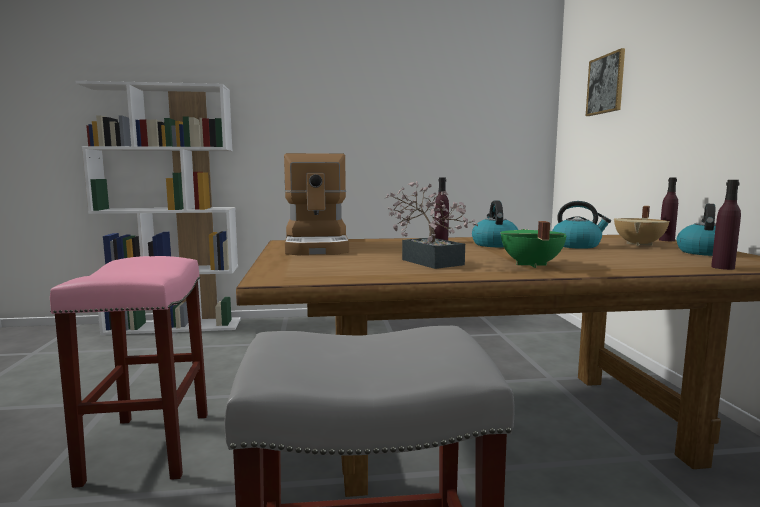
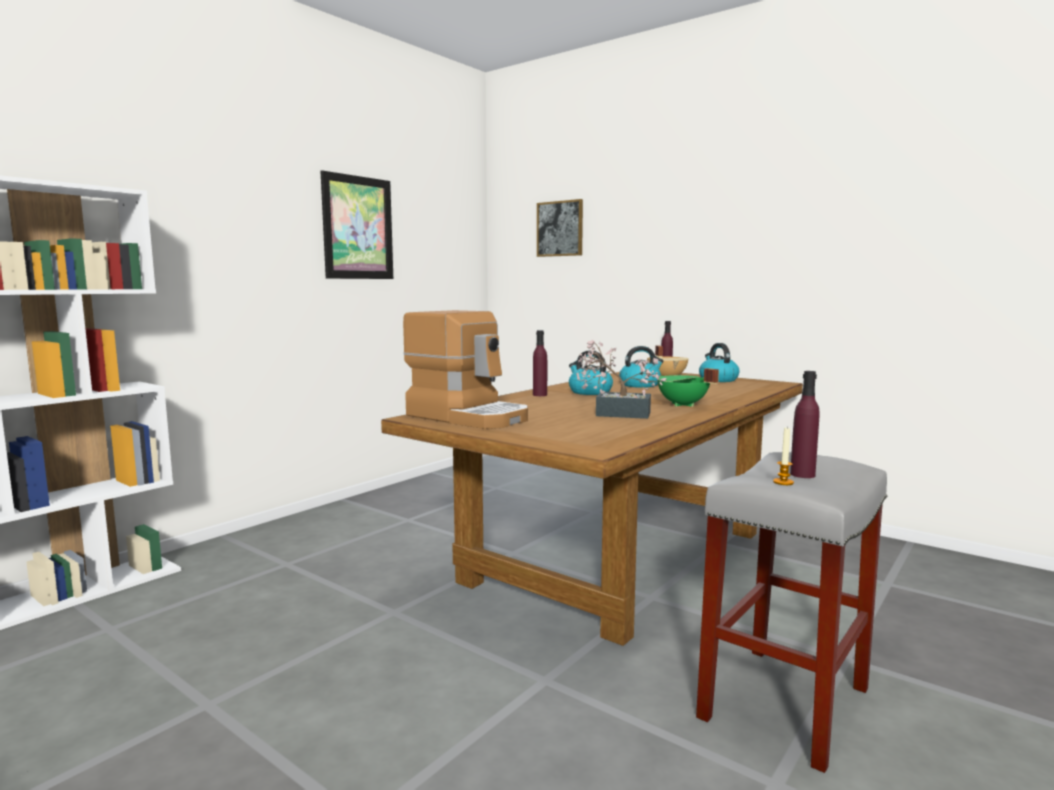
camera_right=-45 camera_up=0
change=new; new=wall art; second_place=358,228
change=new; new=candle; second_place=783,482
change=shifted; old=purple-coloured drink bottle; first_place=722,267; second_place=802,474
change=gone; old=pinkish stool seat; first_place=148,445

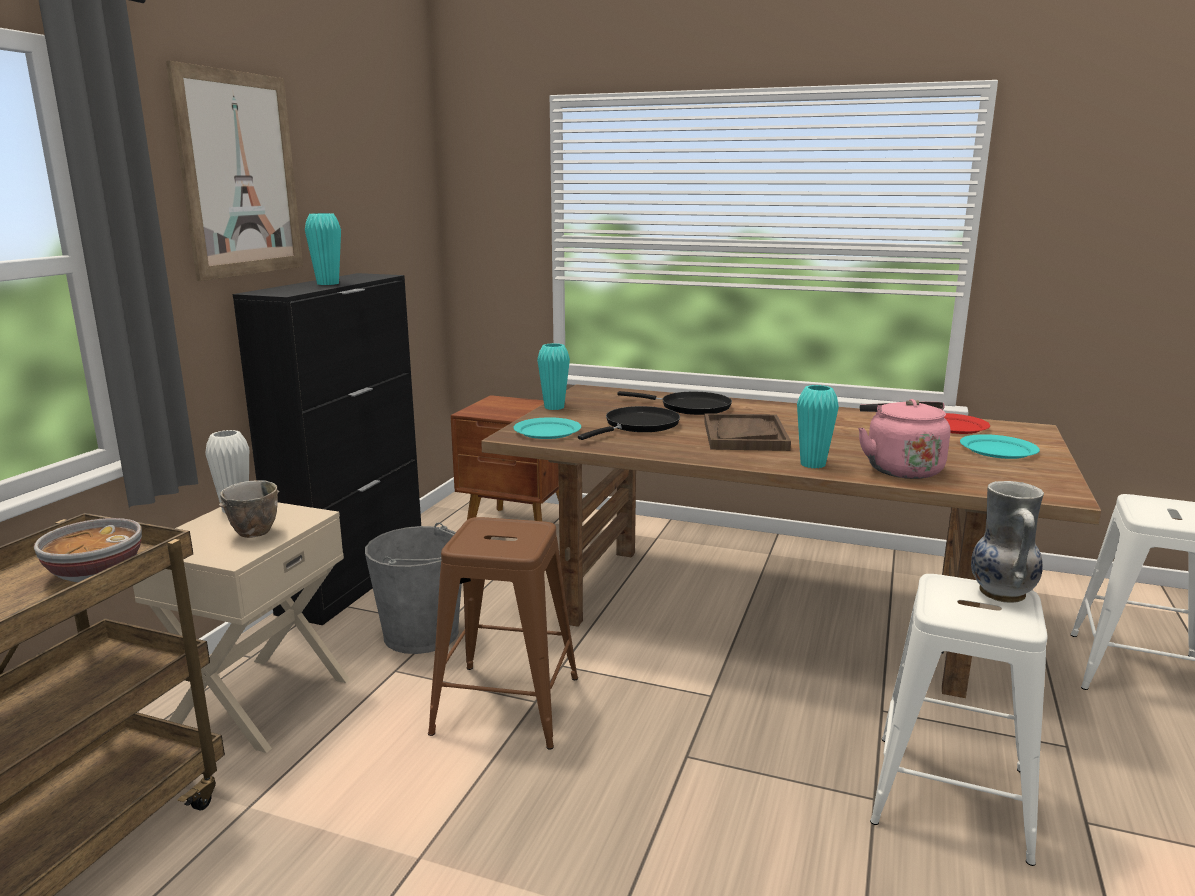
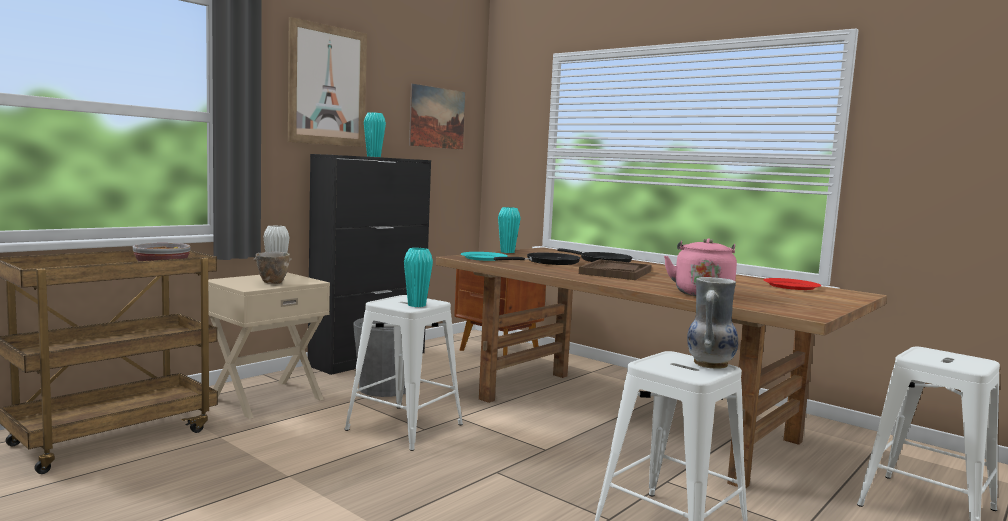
camera_right=20 camera_up=-10
change=repainted; old=brown-coloured stool seat; new=white-coloured stool seat; first_place=507,705; second_place=405,427
change=shifted; old=turquoise decorative vase; first_place=812,464; second_place=416,305
change=new; new=wall art; second_place=437,118
change=gone; old=turquoise flat dish; first_place=997,450

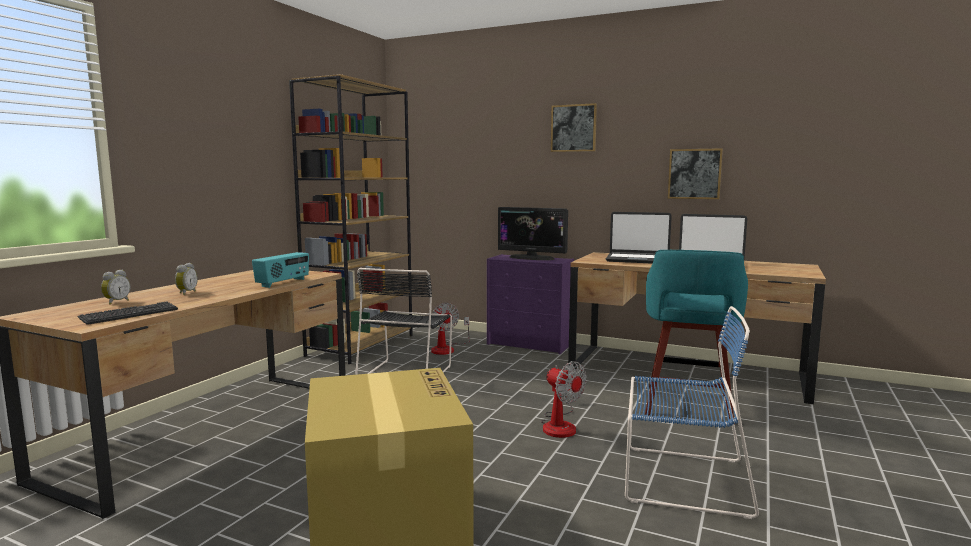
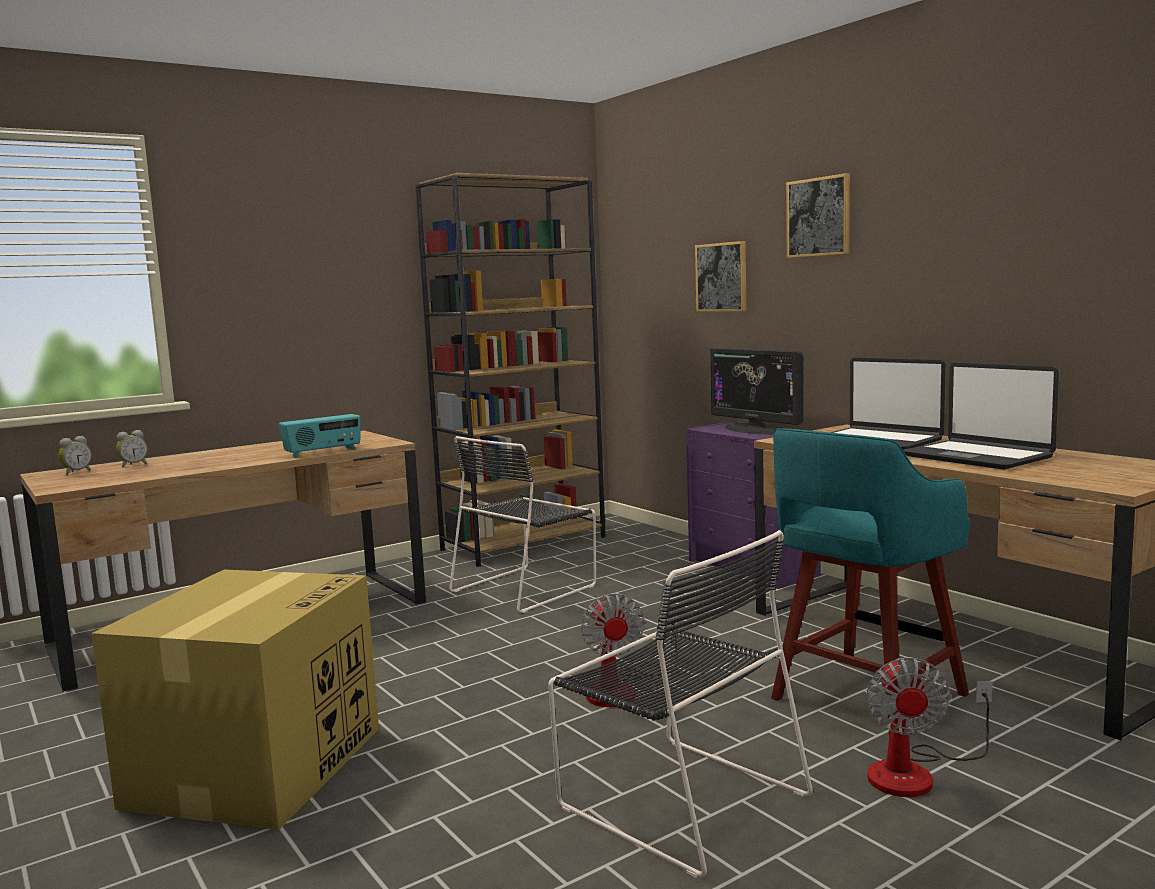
camera_right=30 camera_up=0
change=shifted; old=table clock; first_place=186,293; second_place=76,472
change=repainted; old=blue-coloured chair; new=black-coloured chair; first_place=680,479; second_place=677,798
change=shifted; old=wall art; first_place=694,174; second_place=721,277
change=shifted; old=fan; first_place=447,348; second_place=916,772
change=gone; old=PC keyboard; first_place=130,315

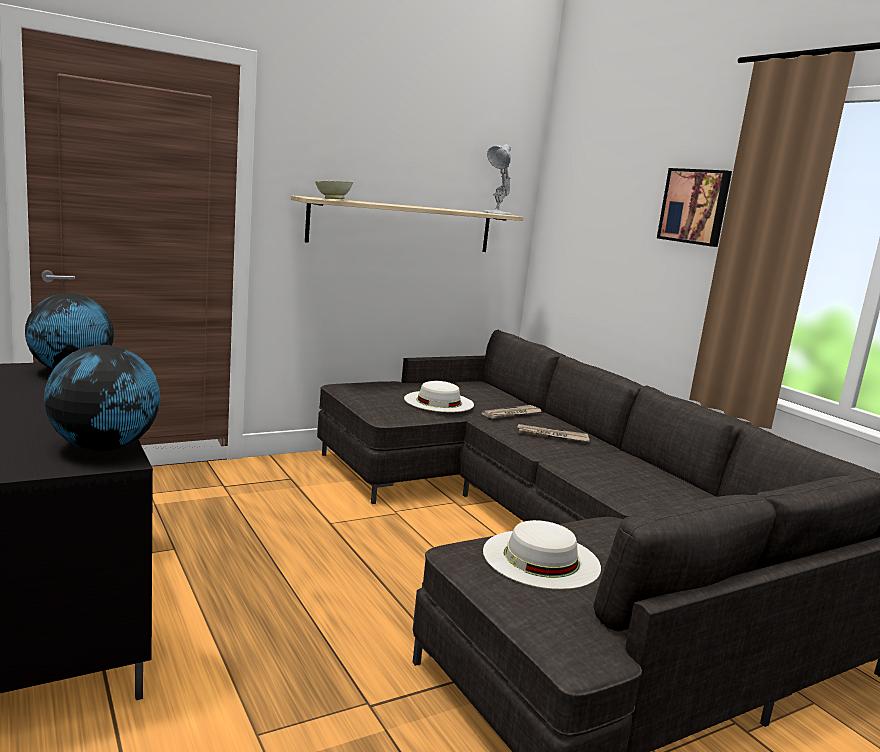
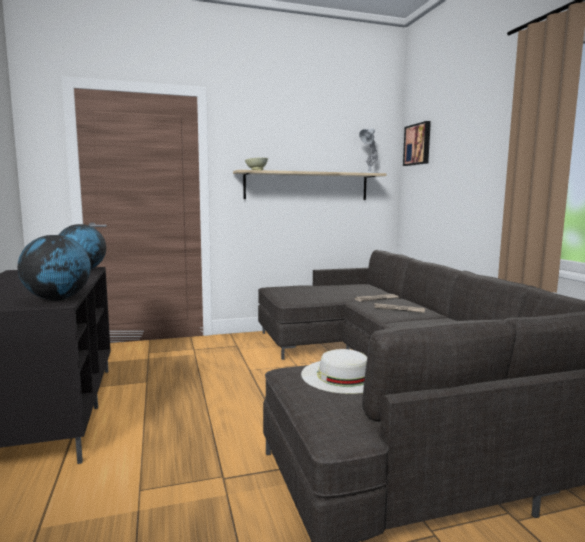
camera_right=15 camera_up=-5
change=shifted; old=wall art; first_place=695,206; second_place=418,144
change=gone; old=white-coloured hat; first_place=438,401

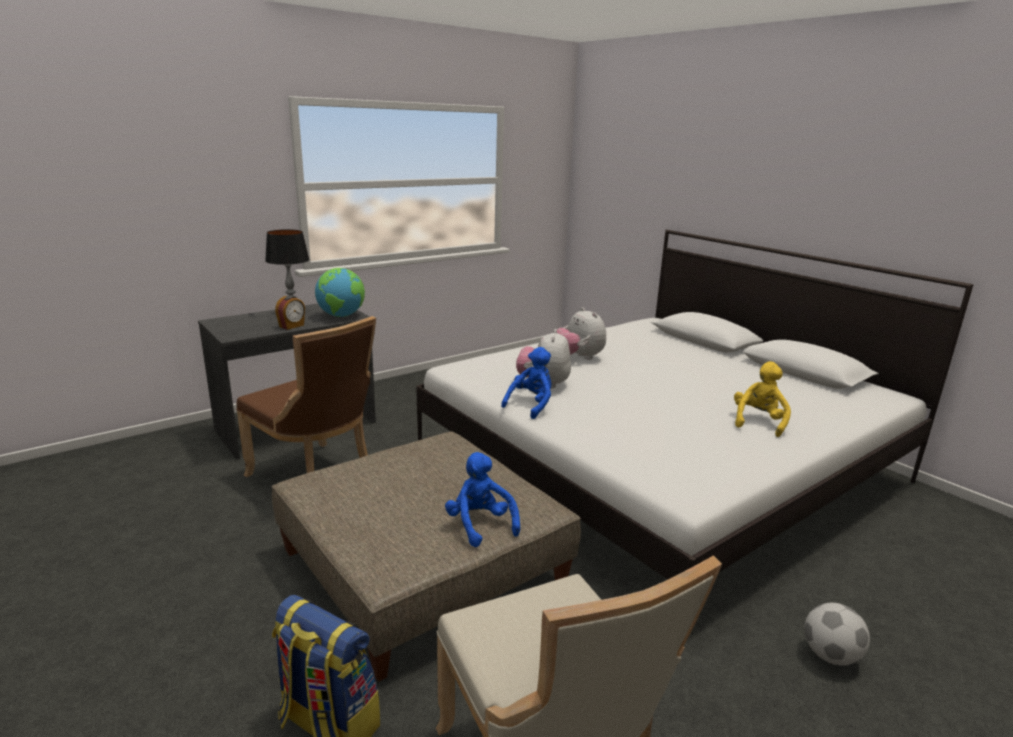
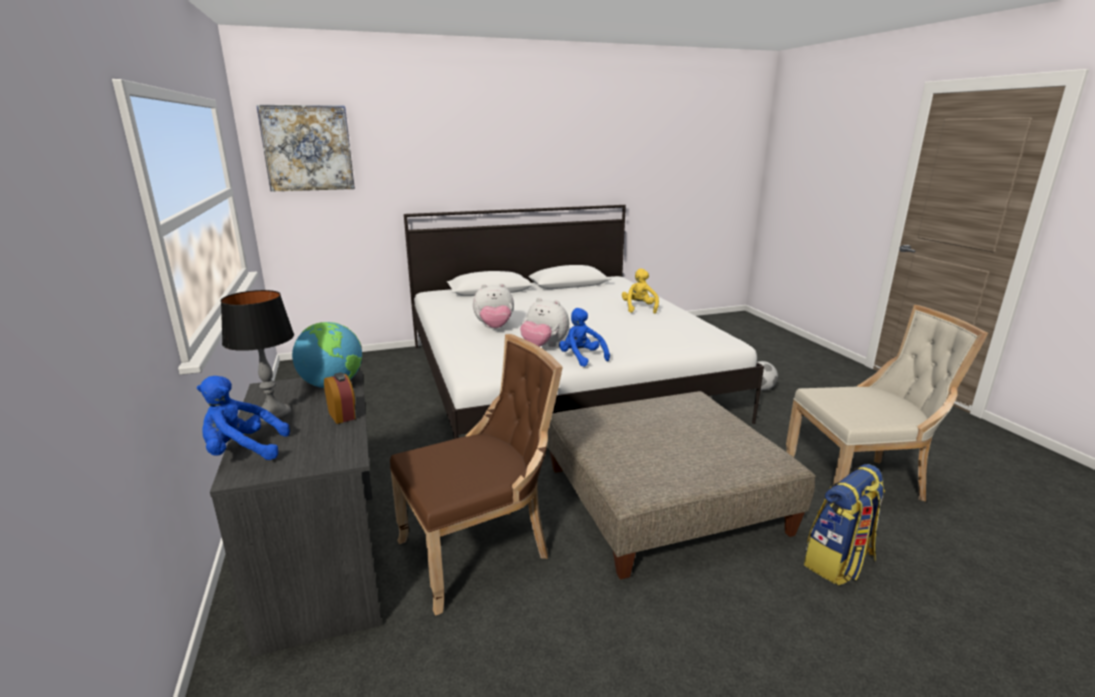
camera_right=-70 camera_up=0
change=shifted; old=blue-coloured cuddly toy; first_place=480,525; second_place=243,451
change=new; new=wall art; second_place=307,148
change=rotated; old=yellowish cuddly toy; first_place=758,422; second_place=639,308; degrees=45

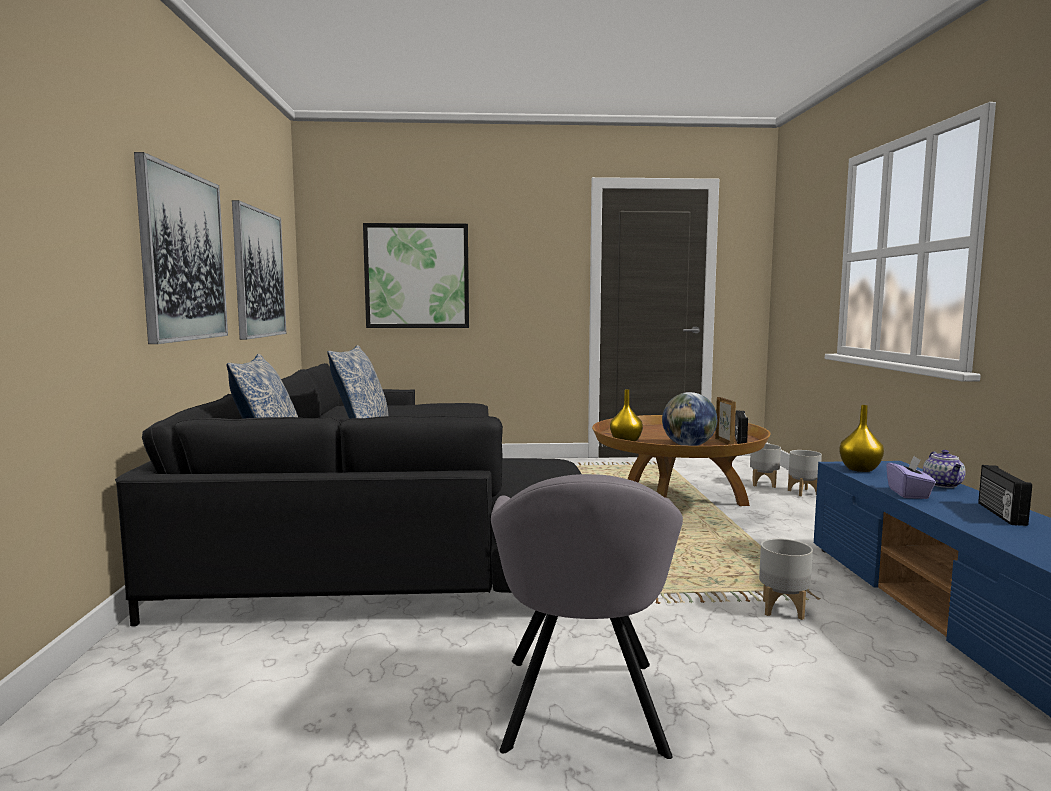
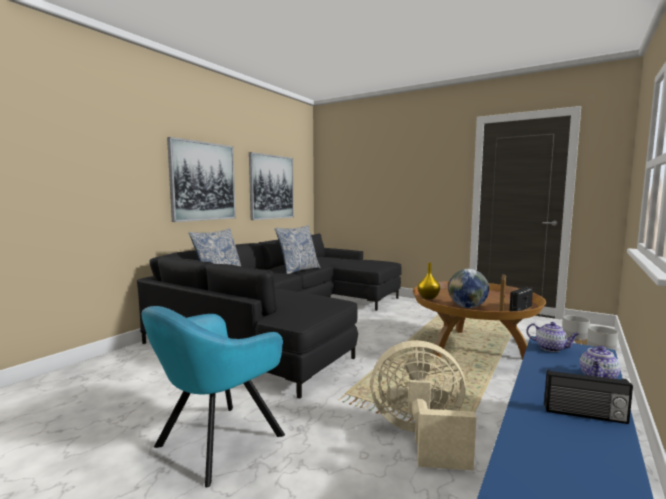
camera_right=35 camera_up=0
change=repainted; old=greyish easy chair; new=turquoise easy chair; first_place=582,709; second_place=216,443
change=swapped; old=greyish flower pot; new=sand-coloured fan; first_place=783,610; second_place=420,437
change=swapped; old=yellowish decorative vase; new=tea pot; first_place=860,469; second_place=551,348
change=rotated; old=radio receiver; first_place=999,513; second_place=584,415; degrees=-120
change=gone; old=wall art; first_place=417,276
change=gone; old=purple-coloured box of tissues; first_place=909,493

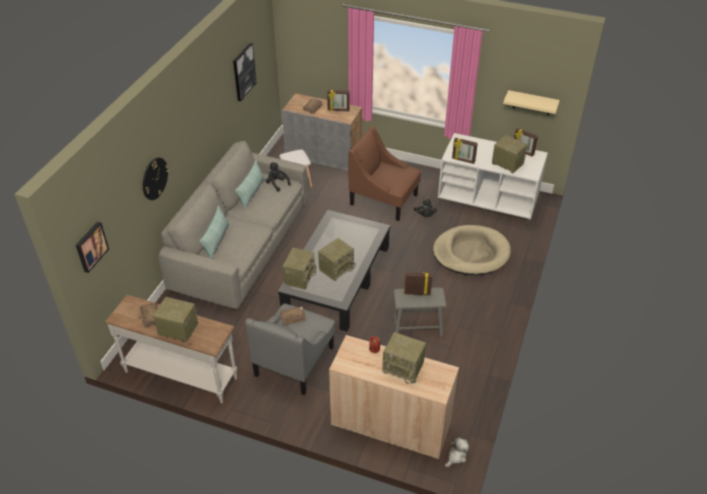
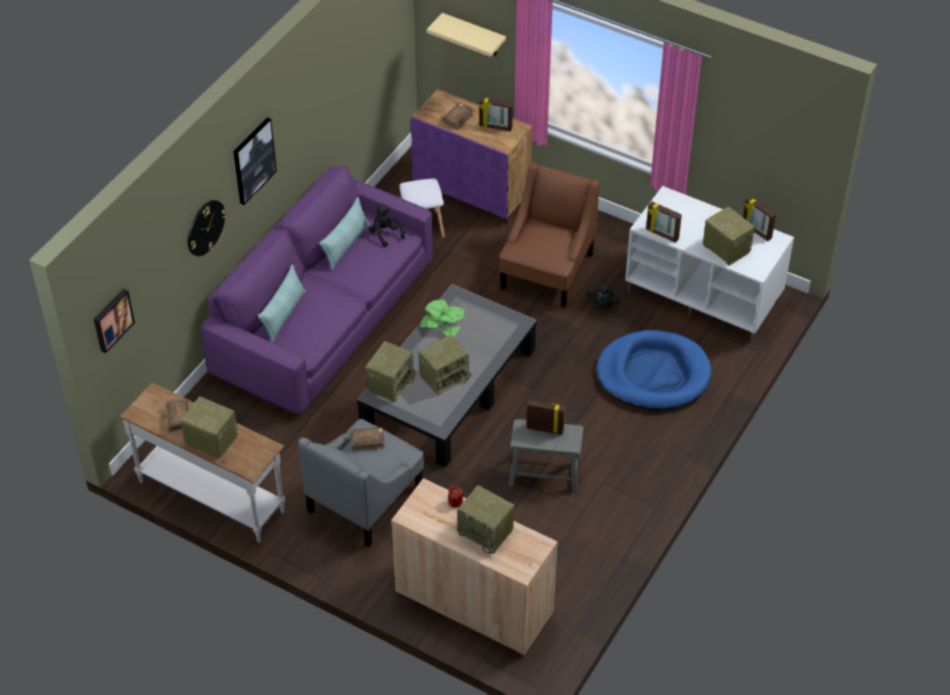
camera_right=10 camera_up=5
change=repainted; old=greyish couch; new=purple-coloured couch; first_place=241,245; second_place=323,317
change=shifted; old=wall art; first_place=243,72; second_place=253,160
change=repainted; old=greyish storage cabinet; new=purple-coloured storage cabinet; first_place=324,160; second_place=472,193
change=new; new=plant in a pot; second_place=443,322
change=shifted; old=sand-coloured bracket shelf; first_place=532,103; second_place=473,35
change=rotated; old=brown-coloured easy chair; first_place=384,199; second_place=547,271; degrees=75
change=repainted; old=sand-coloured pet bed; new=blue-coloured pet bed; first_place=471,253; second_place=653,374
change=gone; old=cuddly toy; first_place=456,456

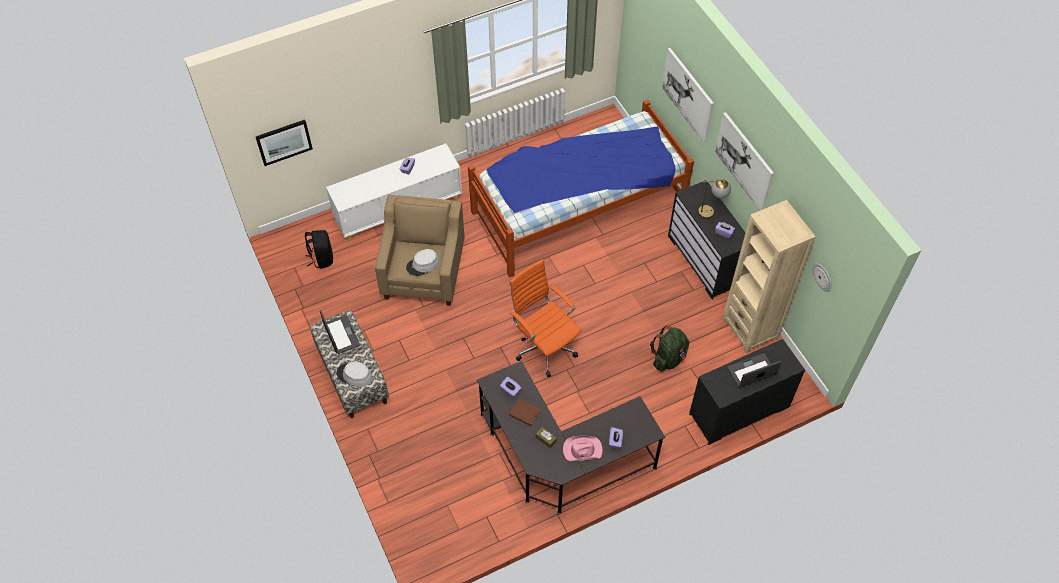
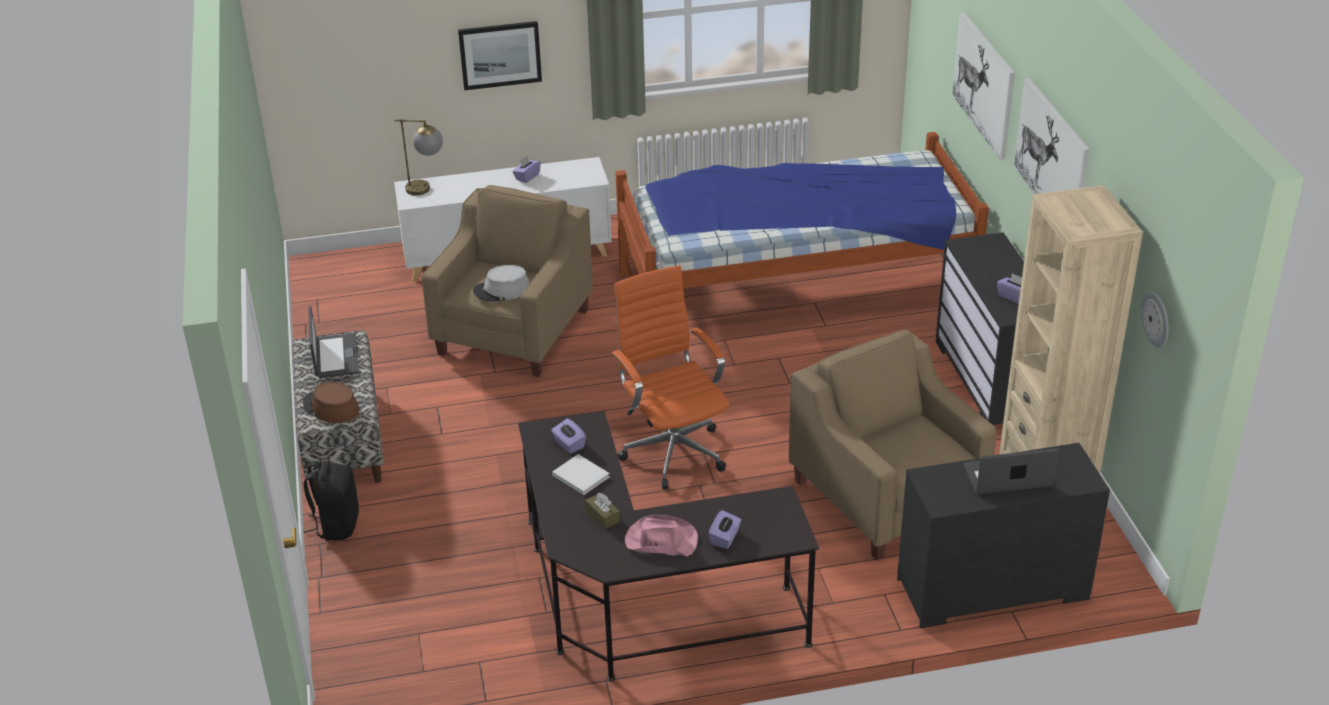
camera_right=15 camera_up=-20
change=repainted; old=greyish hat; new=brown-coloured hat; first_place=354,375; second_place=331,407
change=shifted; old=black-coloured backpack; first_place=322,258; second_place=336,525
change=shifted; old=table lamp; first_place=711,211; second_place=426,189
change=shifted; old=wall art; first_place=284,142; second_place=500,55
change=repainted; old=brown-coloured book; new=white-coloured book; first_place=524,412; second_place=579,475
change=swapped; old=greenish backpack; new=sand-coloured easy chair; first_place=669,358; second_place=886,496

